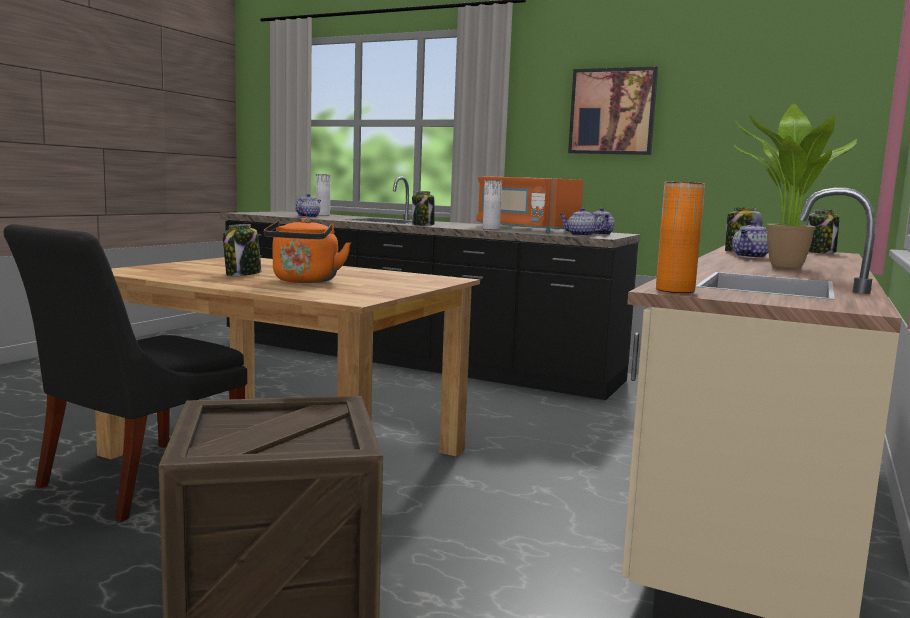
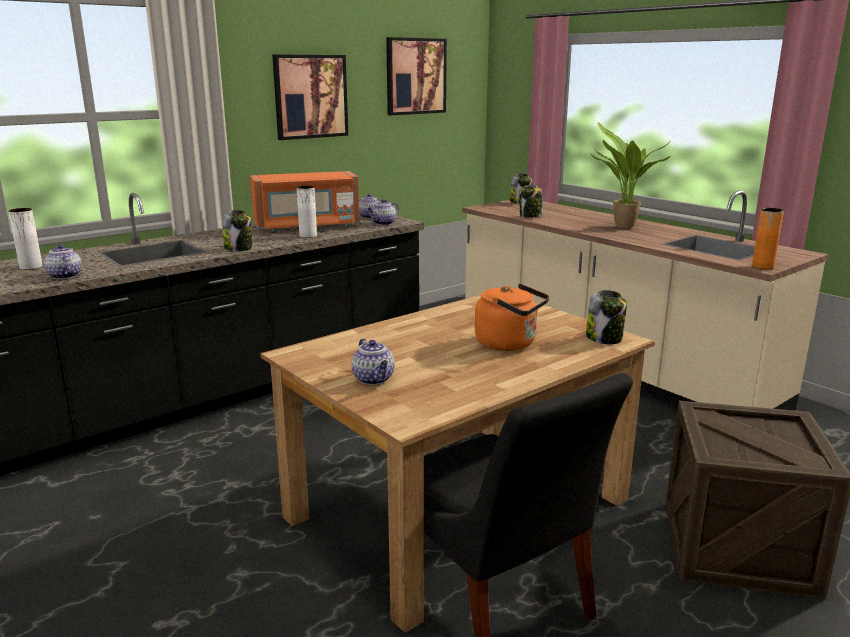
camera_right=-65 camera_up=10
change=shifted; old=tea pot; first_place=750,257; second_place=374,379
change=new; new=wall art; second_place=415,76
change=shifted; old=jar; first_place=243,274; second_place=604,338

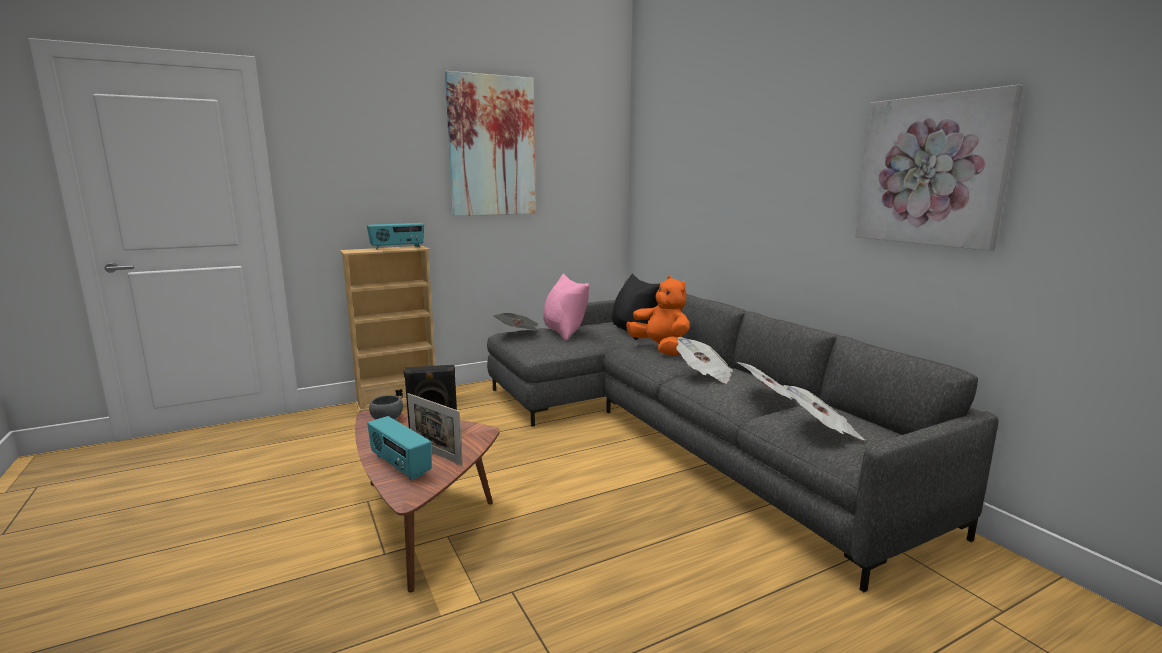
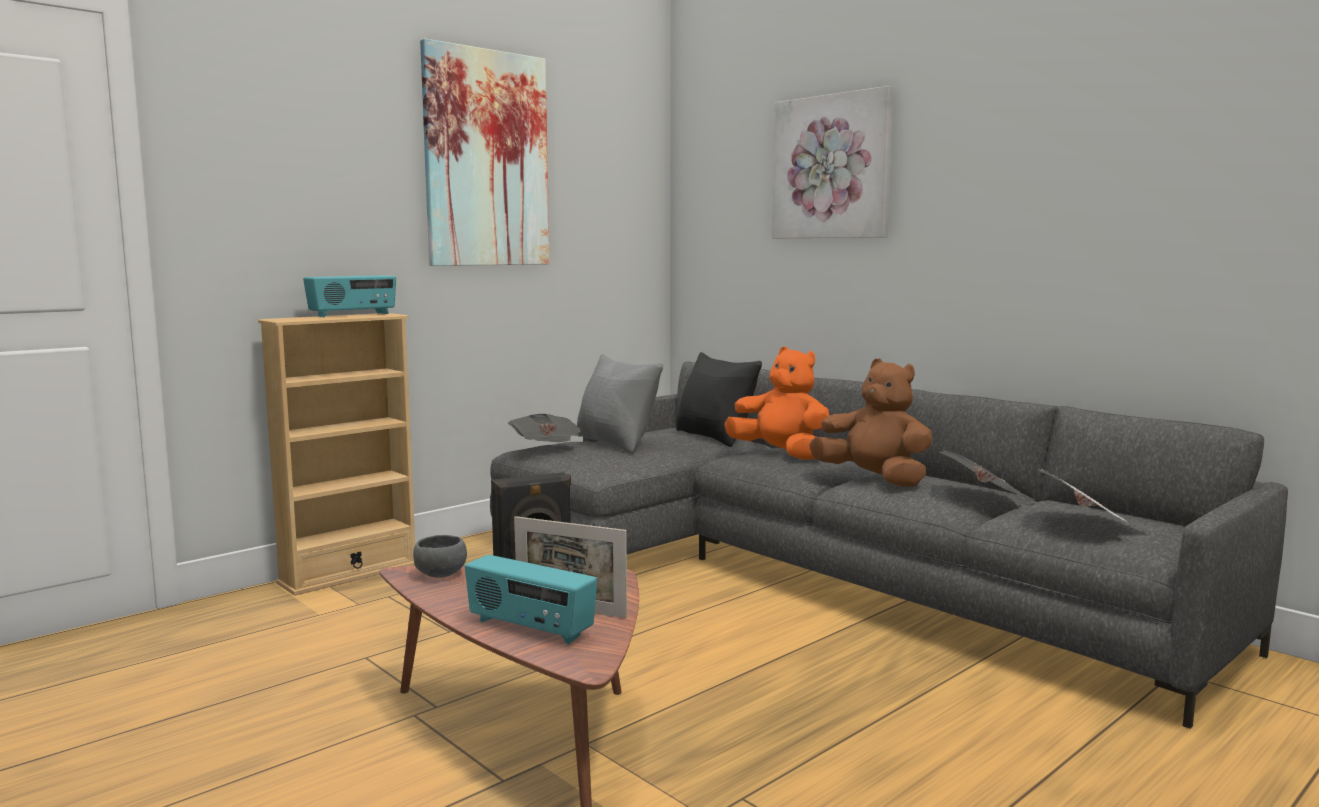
camera_right=-15 camera_up=-5
change=repainted; old=pinkish pillow; new=greyish pillow; first_place=564,332; second_place=616,443
change=shifted; old=wall art; first_place=932,171; second_place=832,167
change=swapped; old=printed paper; new=brown-coloured cuddly toy; first_place=704,375; second_place=874,479

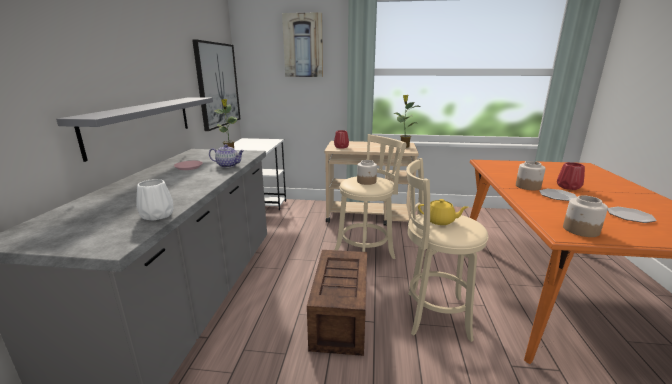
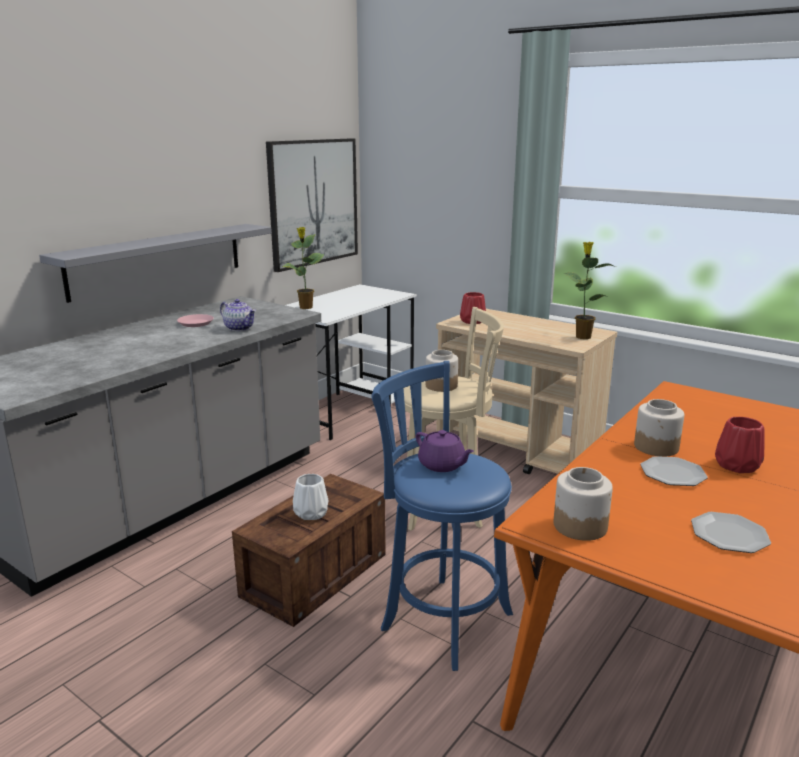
camera_right=30 camera_up=0
change=shifted; old=white-coloured decorative vase; first_place=158,215; second_place=312,513
change=repainted; old=sand-coloured stool seat; new=blue-coloured stool seat; first_place=433,314; second_place=441,618
change=repainted; old=yellowish tea pot; new=purple-coloured tea pot; first_place=440,221; second_place=442,465
change=gone; old=wall art; first_place=303,45

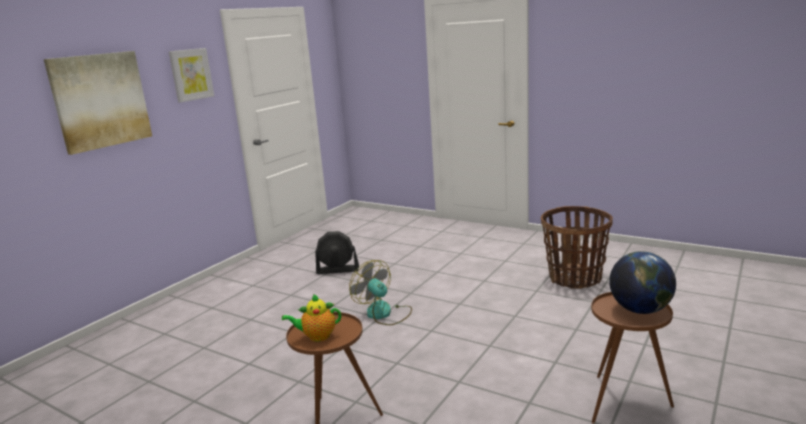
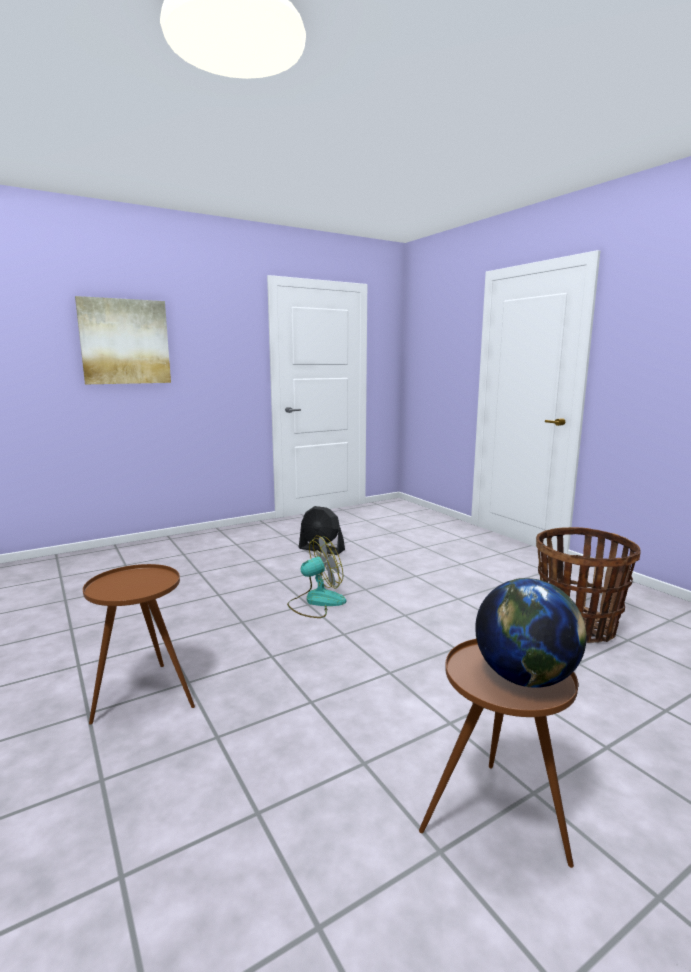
camera_right=25 camera_up=-5
change=rotated; old=fan; first_place=384,314; second_place=316,602; degrees=75
change=gone; old=wall art; first_place=191,74
change=gone; old=tea pot; first_place=317,336

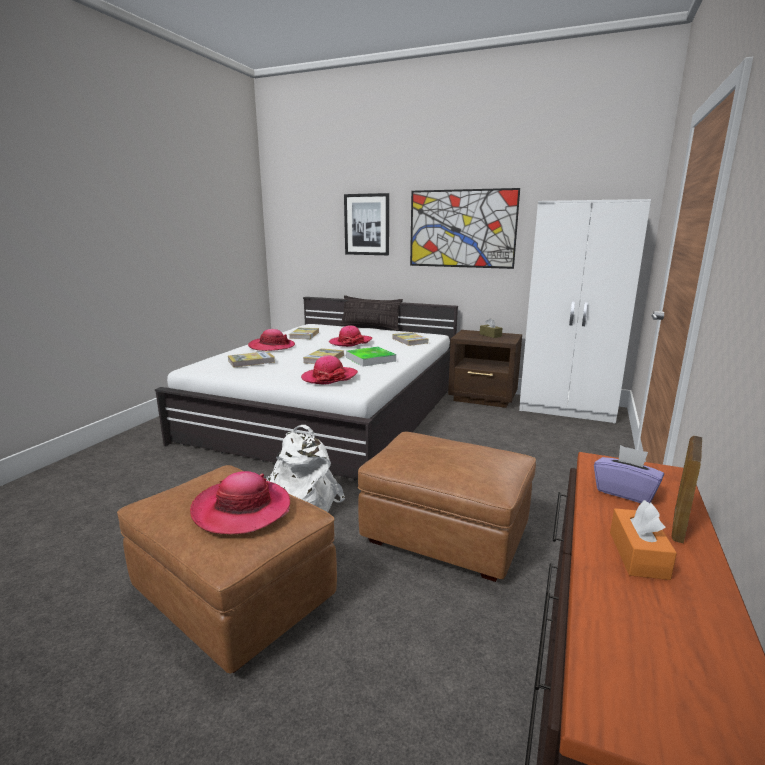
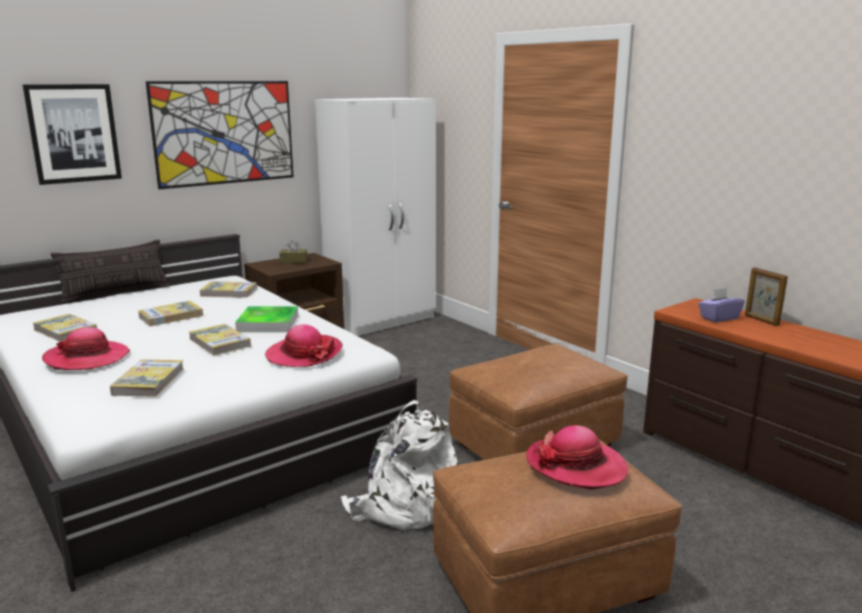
camera_right=-60 camera_up=0
change=swapped; old=hat; new=book; first_place=350,342; second_place=171,316
change=gone; old=orangey box of tissues; first_place=638,555

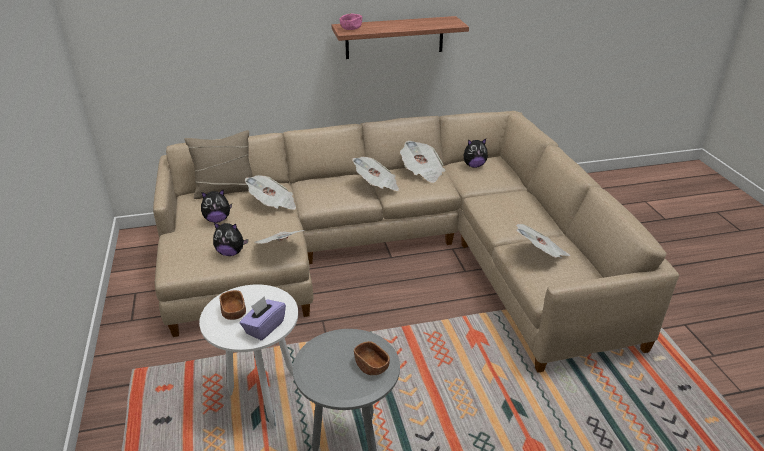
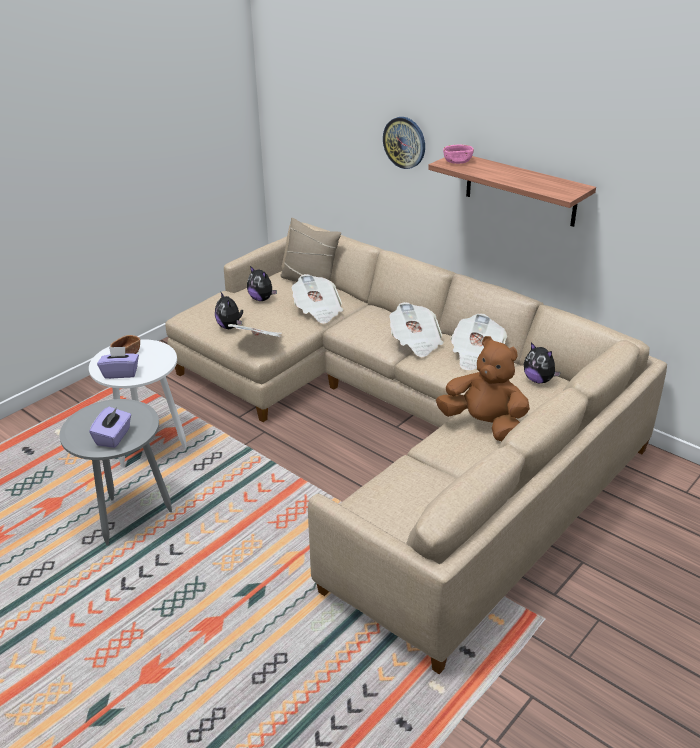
camera_right=55 camera_up=0
change=swapped; old=brown-coloured bowl; new=purple-coloured box of tissues; first_place=371,366; second_place=114,437
change=new; new=clock on the wall; second_place=404,142
change=new; new=brown-coloured cuddly toy; second_place=484,425
change=gone; old=printed paper; first_place=540,254

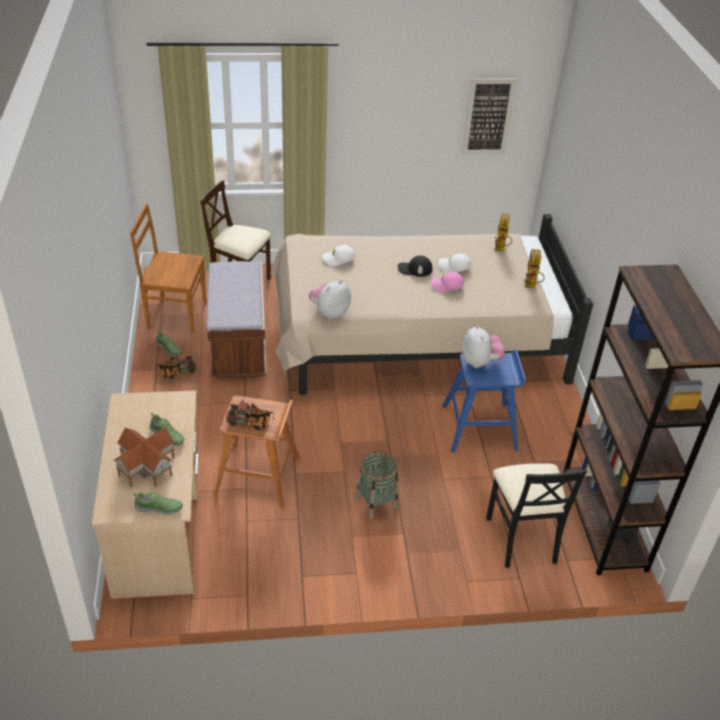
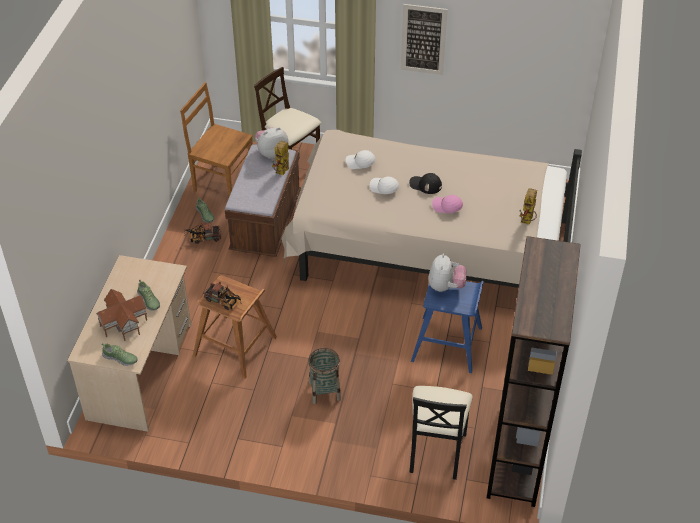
camera_right=20 camera_up=5
change=shifted; old=cuddly toy; first_place=329,313; second_place=271,153
change=shifted; old=model robot; first_place=501,249; second_place=282,173
change=shifted; old=white-coloured cap; first_place=454,267; second_place=384,188
change=shifted; old=wall art; first_place=488,117; second_place=423,39

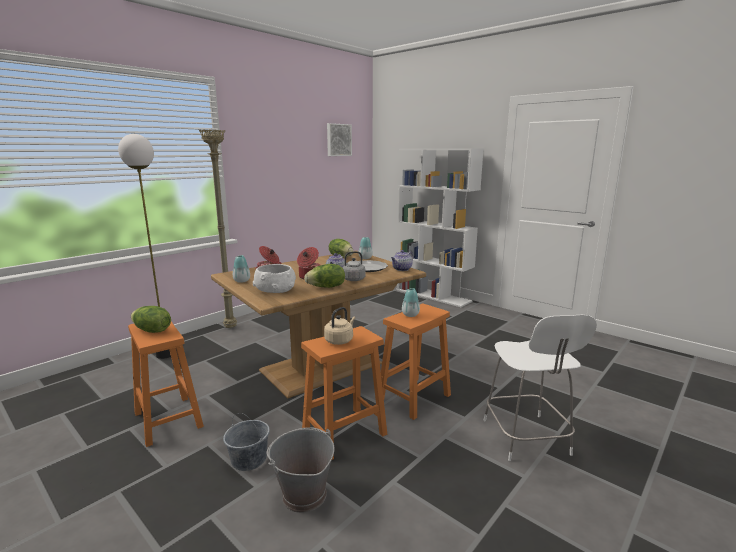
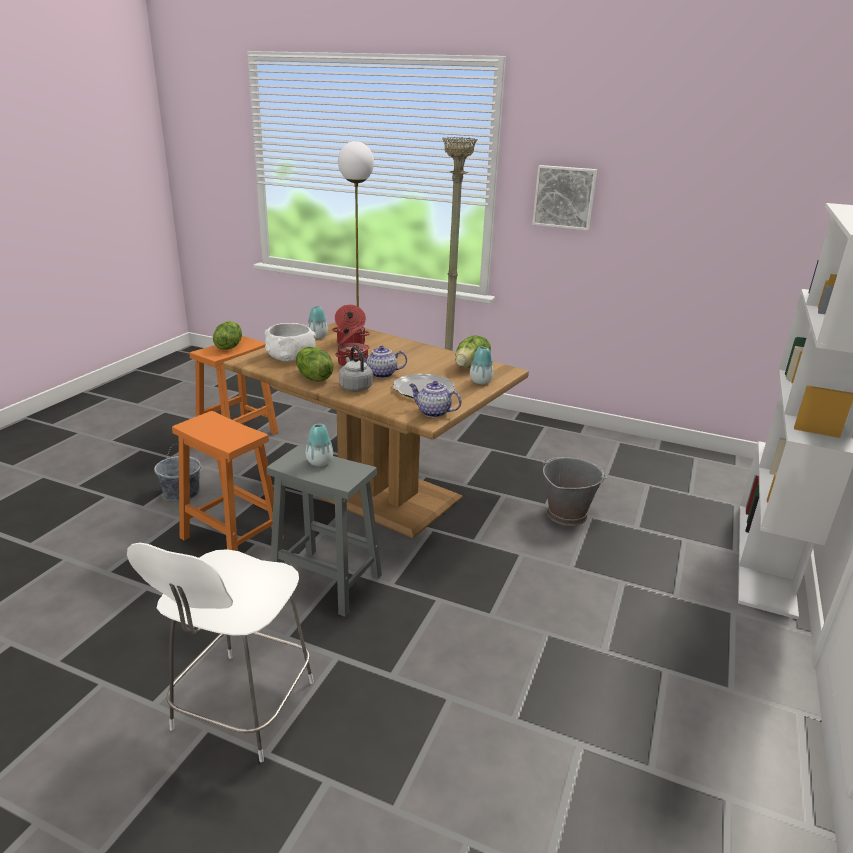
camera_right=70 camera_up=10
change=rotated; old=white-coloured chair; first_place=526,439; second_place=241,709; degrees=-45
change=repainted; old=orangey stool seat; new=greyish stool seat; first_place=413,398; second_place=324,581
change=shifted; old=wall art; first_place=338,140; second_place=564,197
change=shifted; old=greyish pail; first_place=303,495; second_place=566,514
change=gone; old=sand-coloured tea kettle; first_place=340,340

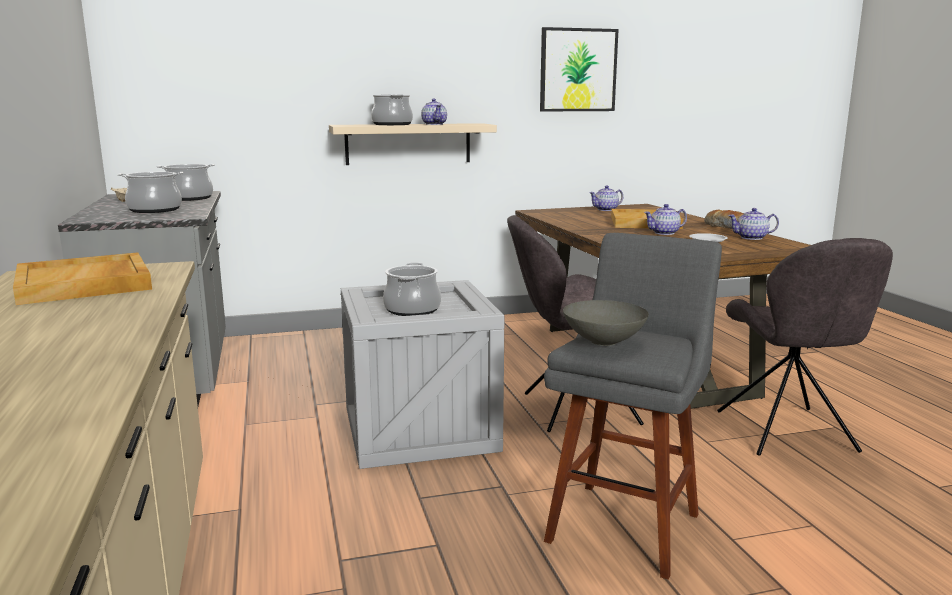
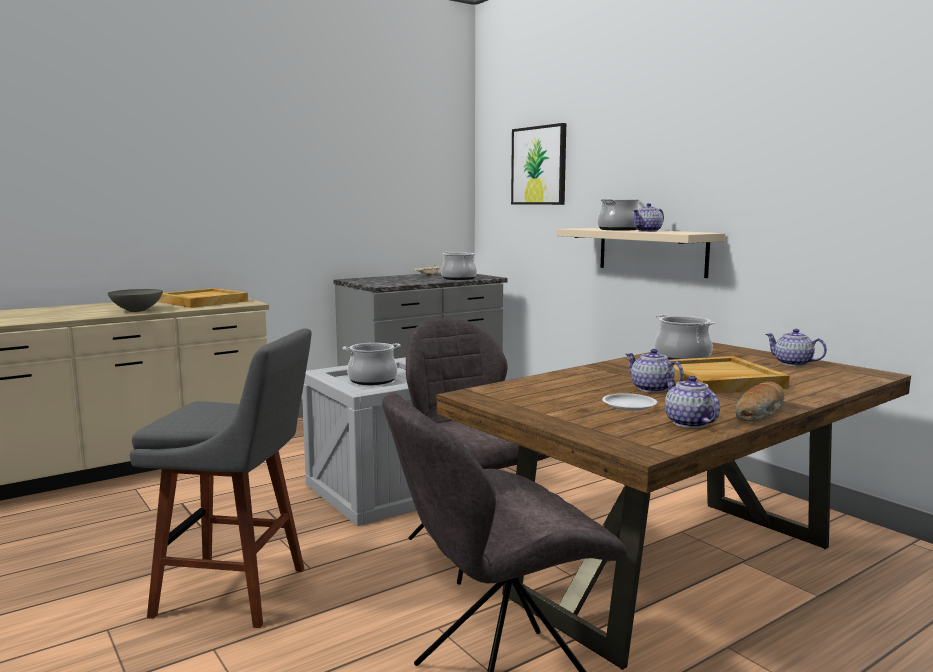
camera_right=70 camera_up=-5
change=shifted; old=greyish bowl; first_place=603,342; second_place=136,310
change=shifted; old=wall art; first_place=578,70; second_place=539,165
change=shifted; old=cooking pot; first_place=155,210; second_place=682,357

